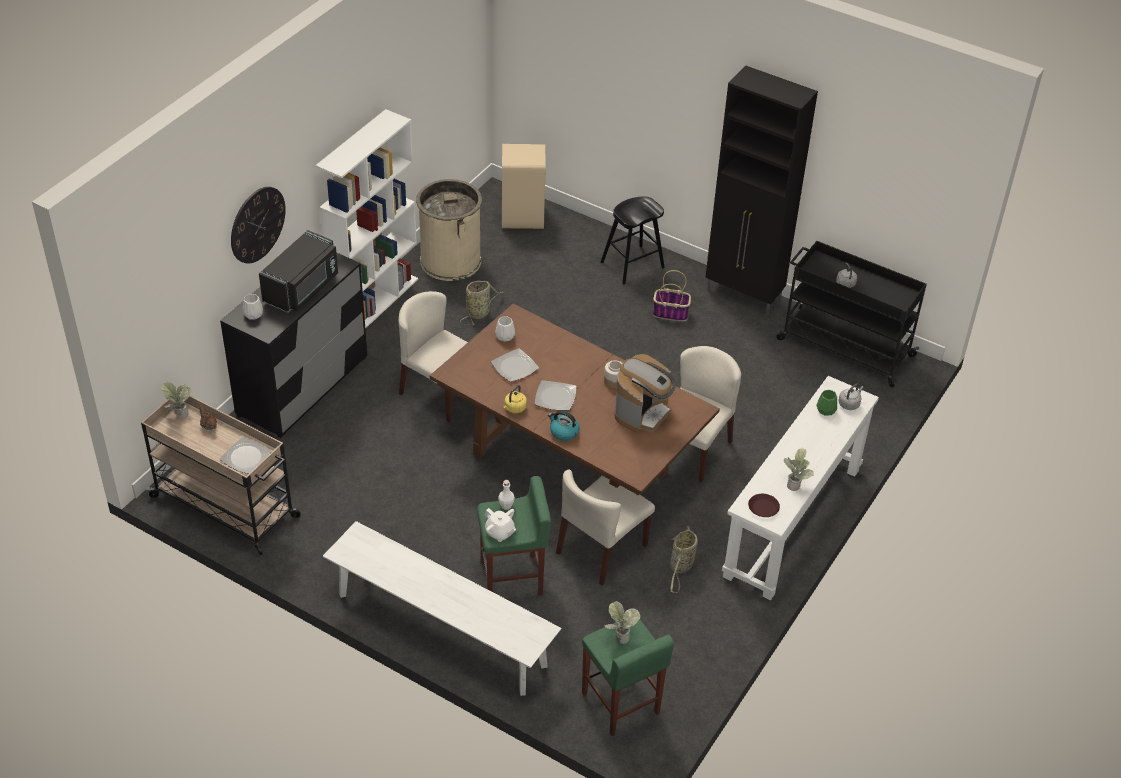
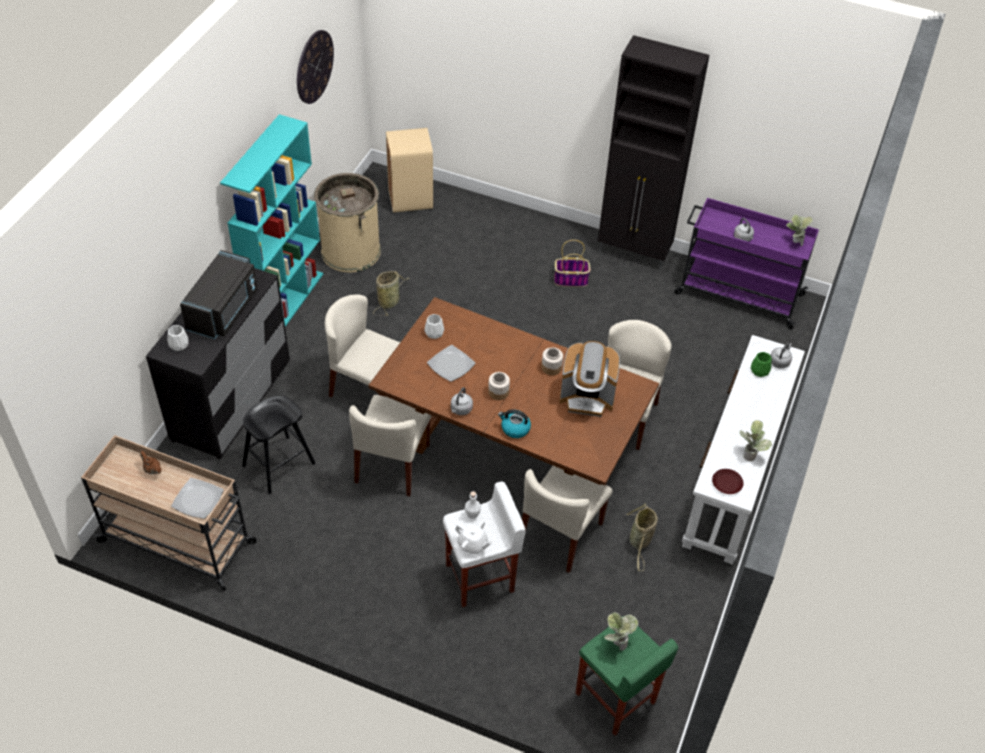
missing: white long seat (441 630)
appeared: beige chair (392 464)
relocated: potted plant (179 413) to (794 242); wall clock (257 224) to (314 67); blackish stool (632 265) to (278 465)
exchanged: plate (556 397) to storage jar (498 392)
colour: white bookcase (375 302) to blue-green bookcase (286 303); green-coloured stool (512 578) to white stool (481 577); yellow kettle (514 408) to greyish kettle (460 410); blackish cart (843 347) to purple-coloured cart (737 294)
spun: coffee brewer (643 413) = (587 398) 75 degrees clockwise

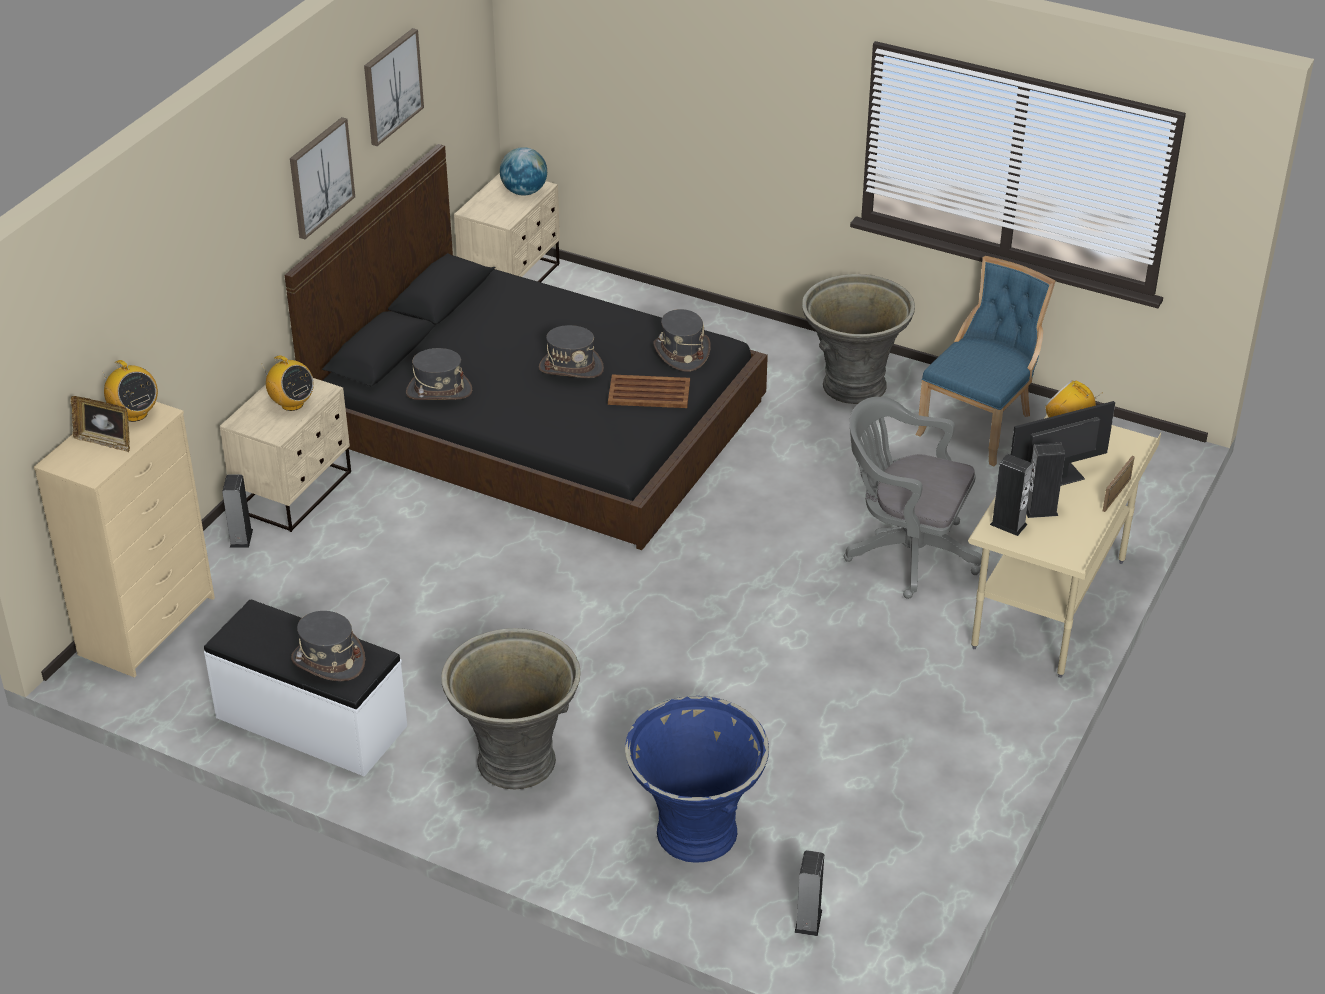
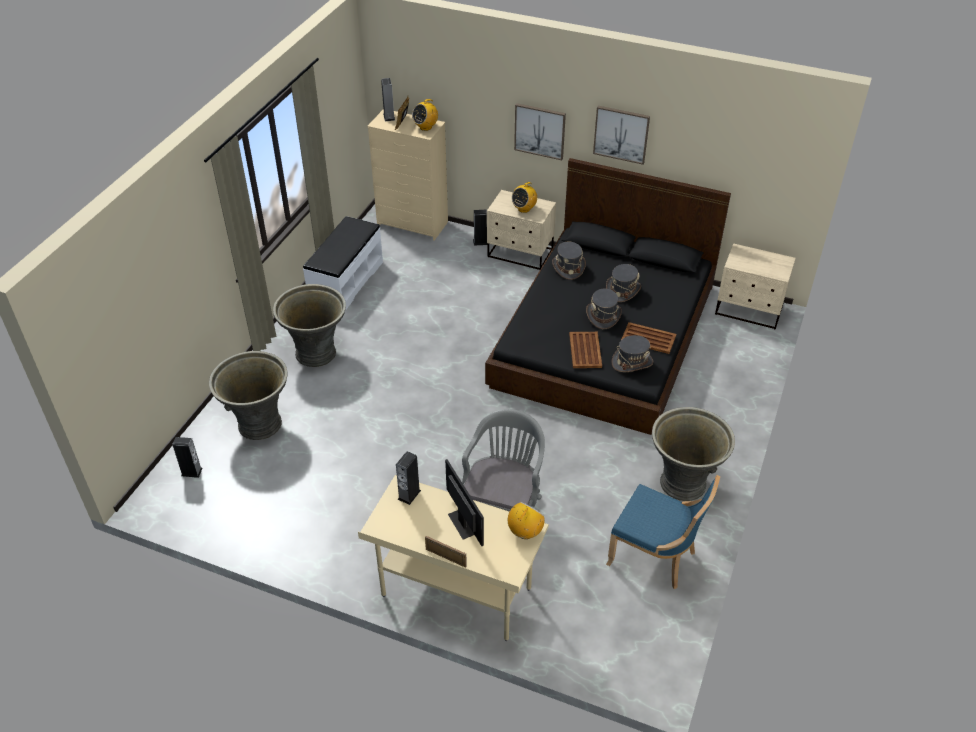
missing: desk globe (524 192)
appeared: brown tray (648 338)
relocated: greyish clothing hat (328 661) to (622 290); wall art (392 86) to (540 131); audio speaker (1040 510) to (389 117)
colour: blue-coloured flower pot (695 834) to greyish flower pot (259 424)

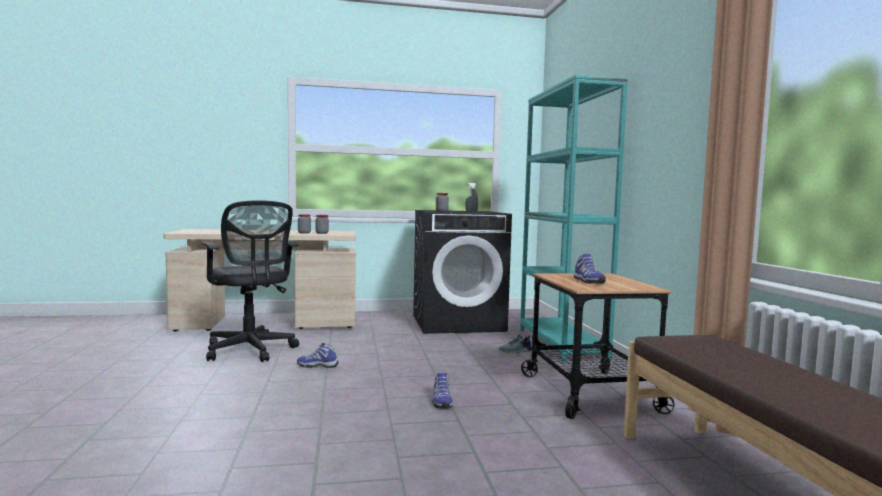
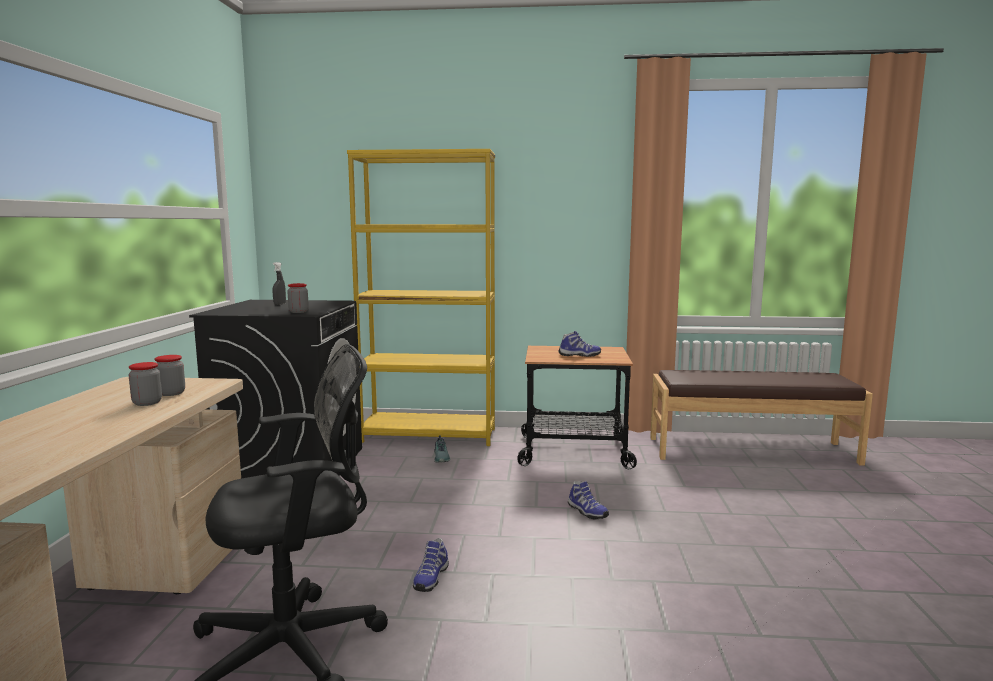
colour: blue-green bookcase (561 344) to yellow bookcase (429 435)
spun: shoe (441 402) = (586 512) 45 degrees clockwise

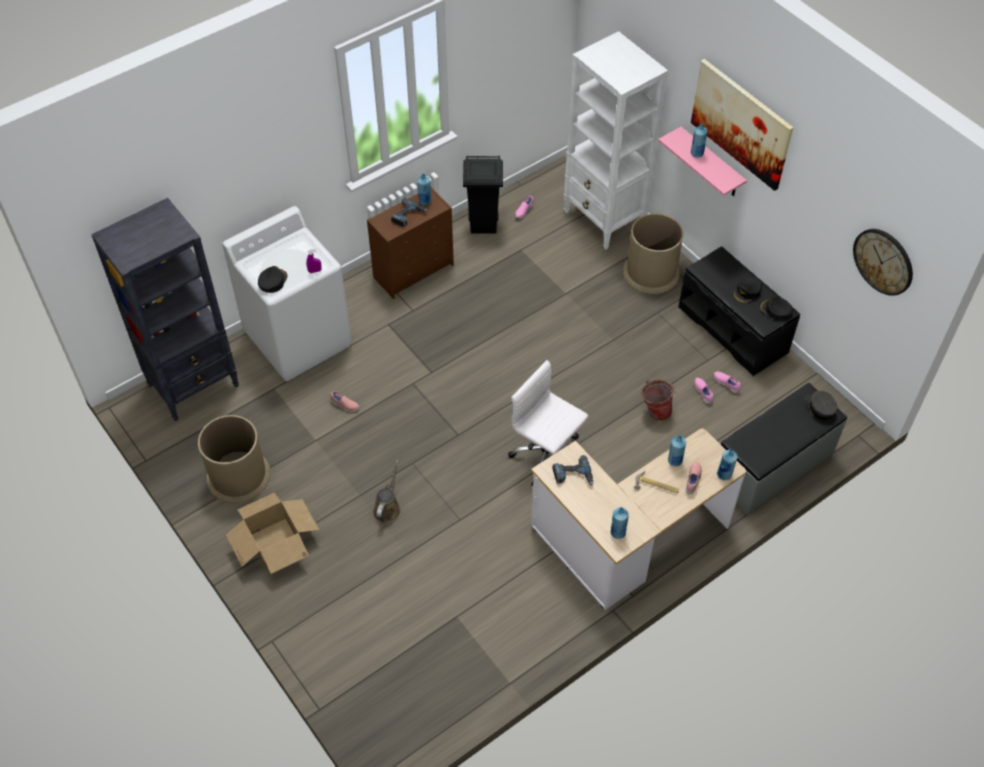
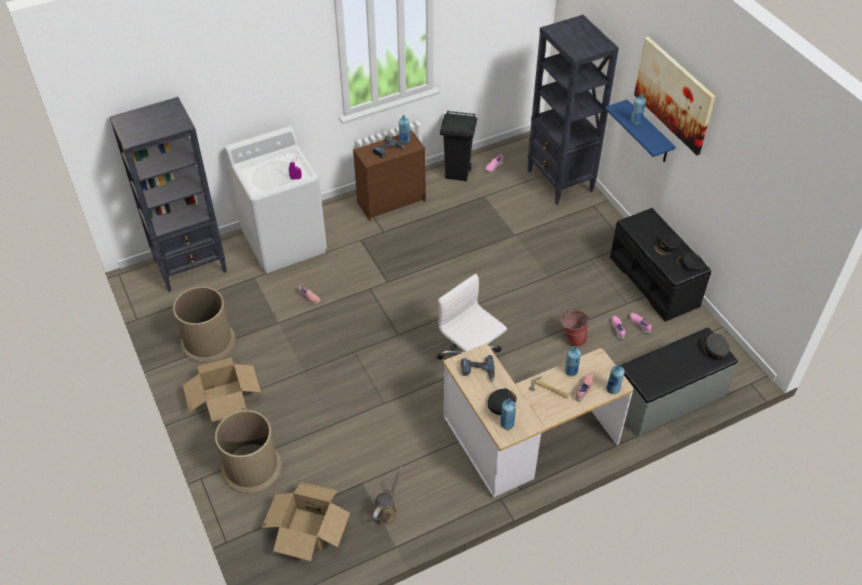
missing: wall clock (883 261)
appeared: carton (307 529)
relocated: blackish peaked cap (272 281) to (501 403); brown sprinkling can (387 508) to (385 511); brown trash can (650 272) to (251 467)
colour: white bookcase (604 220) to blackish bookcase (560 181); pink bracket shelf (711 164) to blue-coloured bracket shelf (648 133)

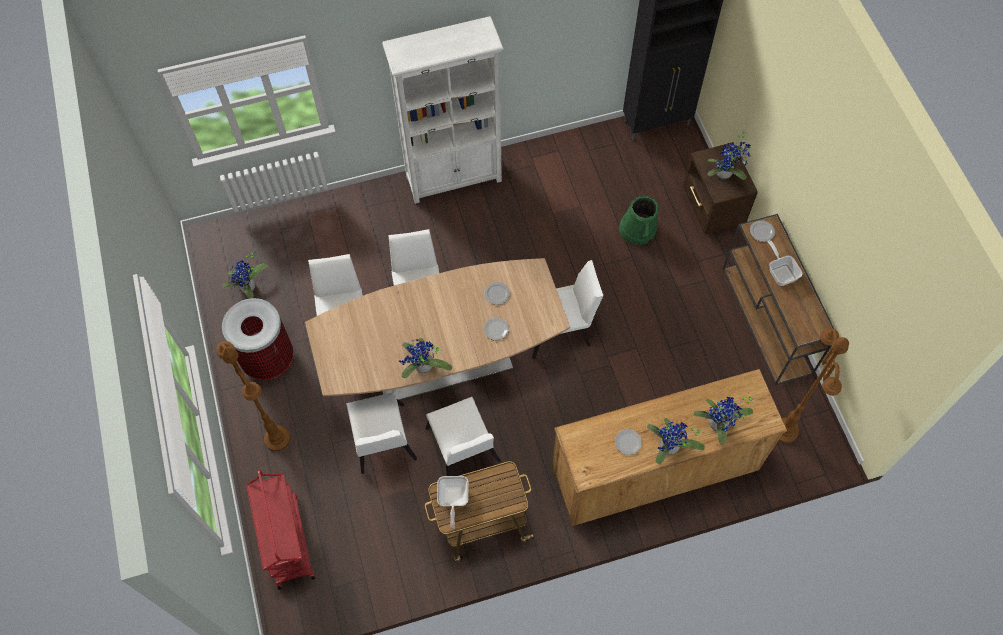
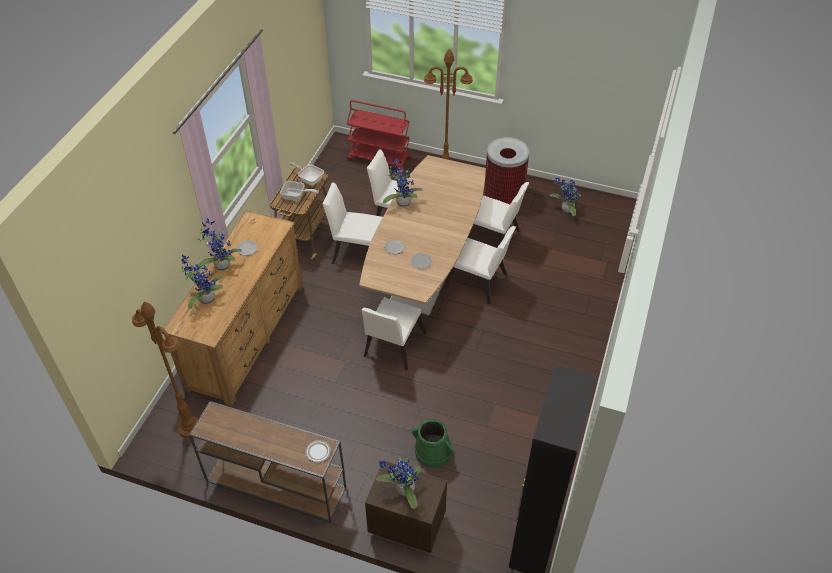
missing: white bookcase (454 178)
relocated: pan (781 271) to (296 196)

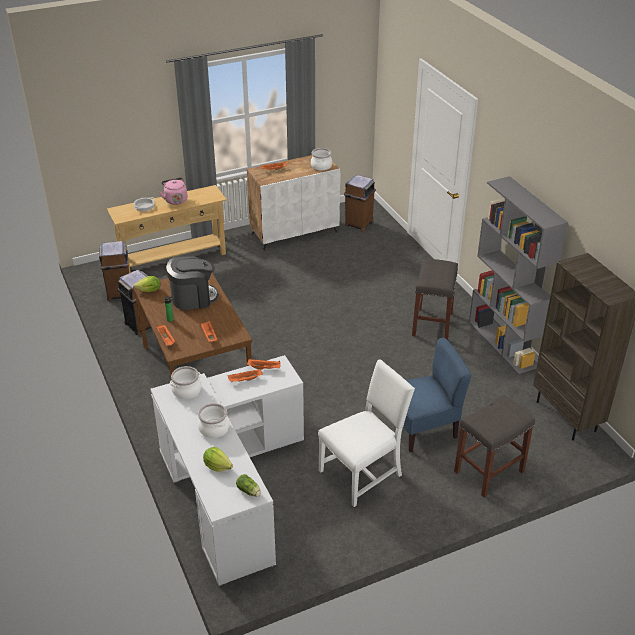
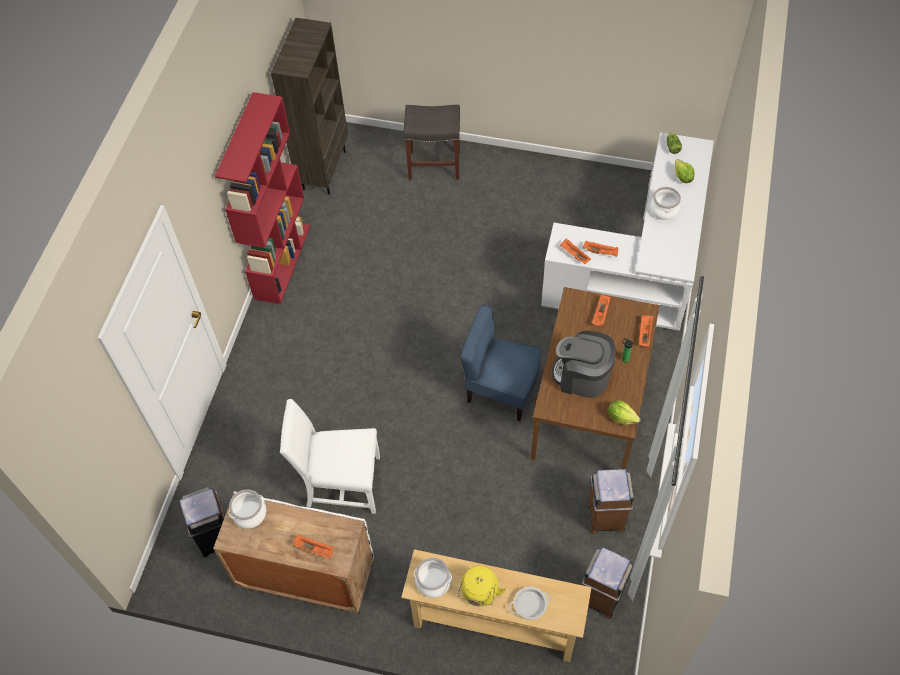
missing: greyish stool (432 324)
relocated: stockpot (186 391) to (433 581); white chair (363 473) to (340 483); blue-coloured chair (423 428) to (501 389)
colour: pink kettle (175 200) to yellow kettle (479 593); greyish bookcase (503 344) to red-coloured bookcase (282 261)

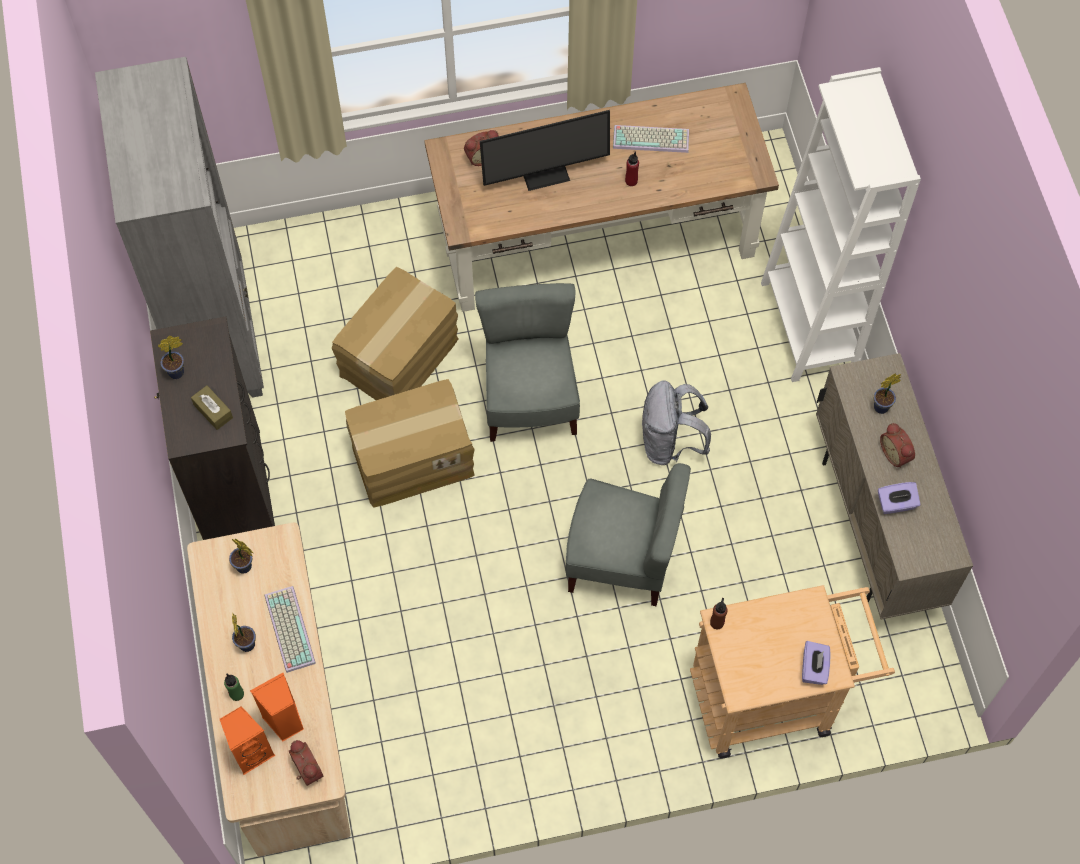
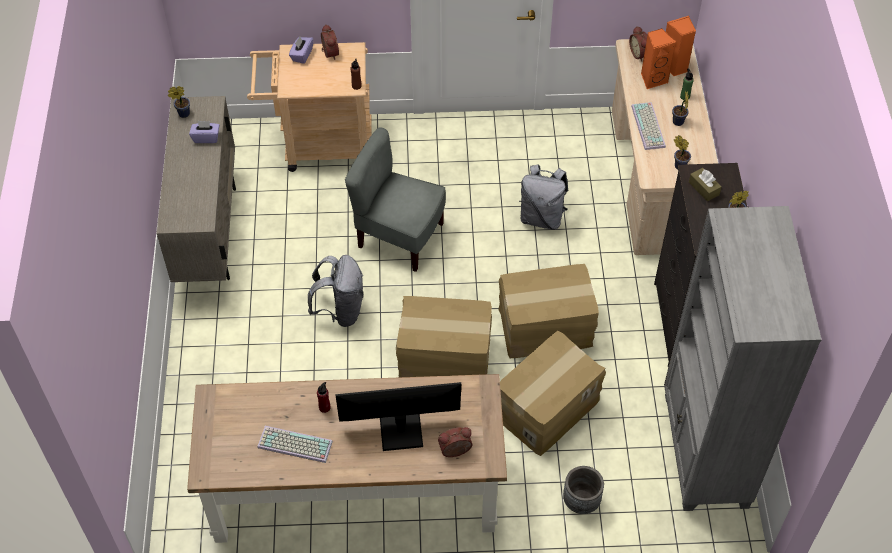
missing: white bookcase (808 325)
appeared: greyish backpack (542 217); greyish flower pot (581 501)
relocated: potted plant (883 406) to (182 114); bedside clock (896 453) to (329 53)
exchanged: greyish chair (529 400) to carton (444 358)

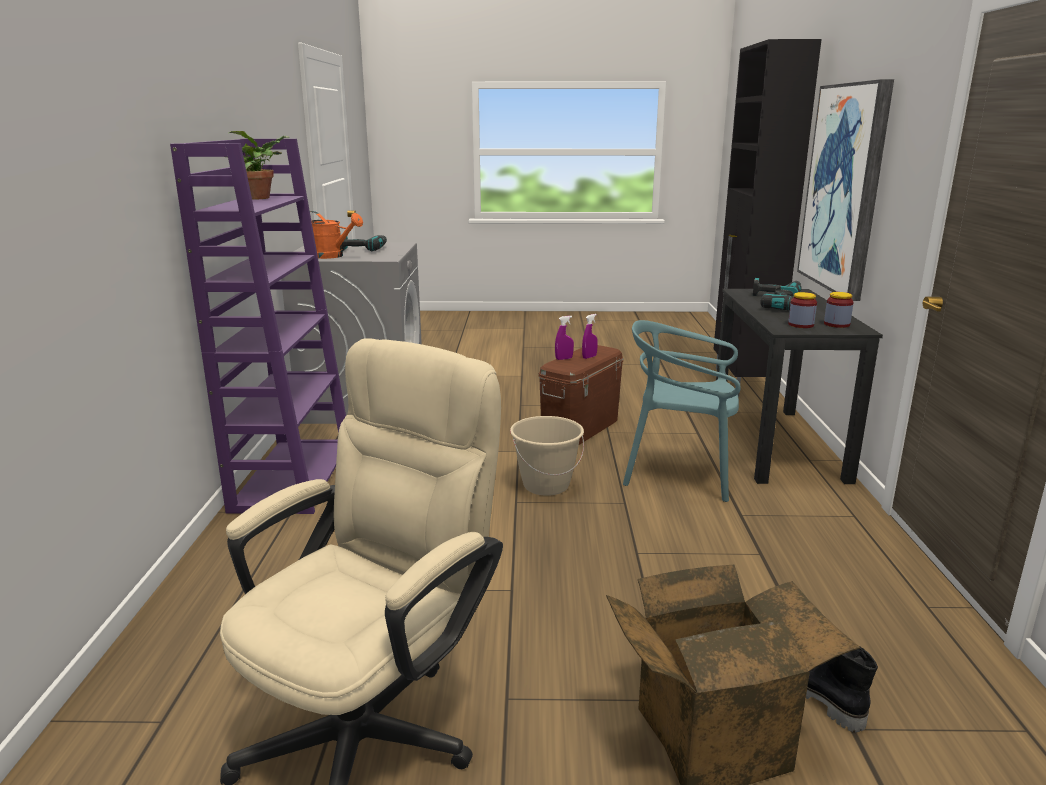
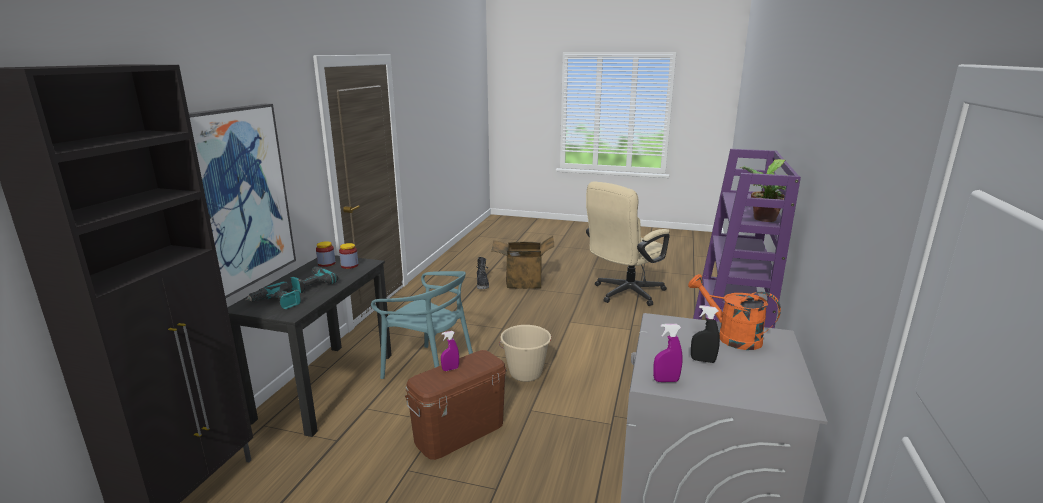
relocated: purple-coloured hand sprayer (564 359) to (666 380)
exchanged: electric drill (363 249) to blackish hand sprayer (703 360)

